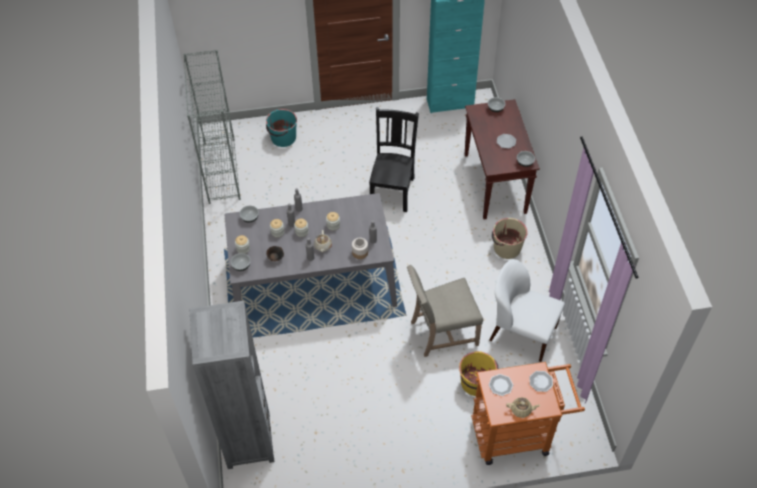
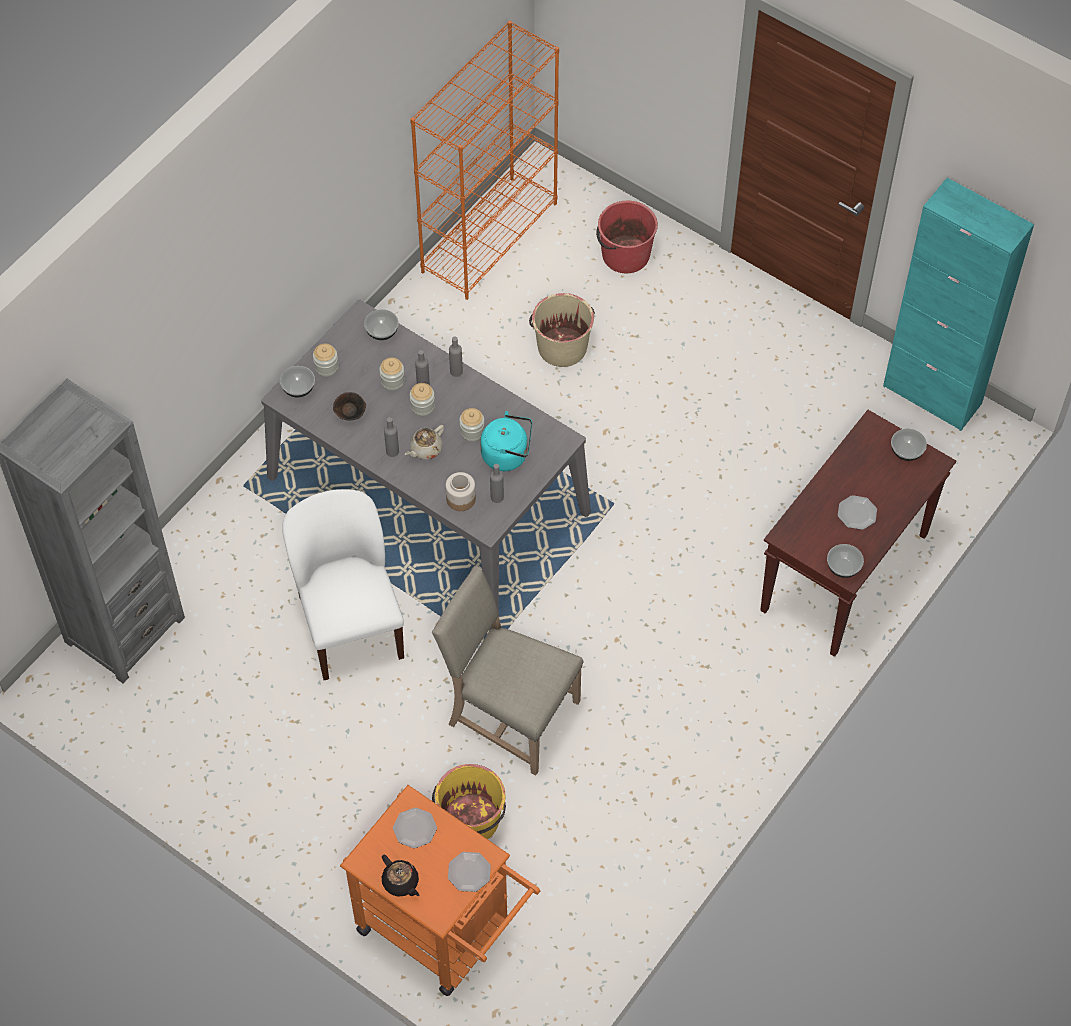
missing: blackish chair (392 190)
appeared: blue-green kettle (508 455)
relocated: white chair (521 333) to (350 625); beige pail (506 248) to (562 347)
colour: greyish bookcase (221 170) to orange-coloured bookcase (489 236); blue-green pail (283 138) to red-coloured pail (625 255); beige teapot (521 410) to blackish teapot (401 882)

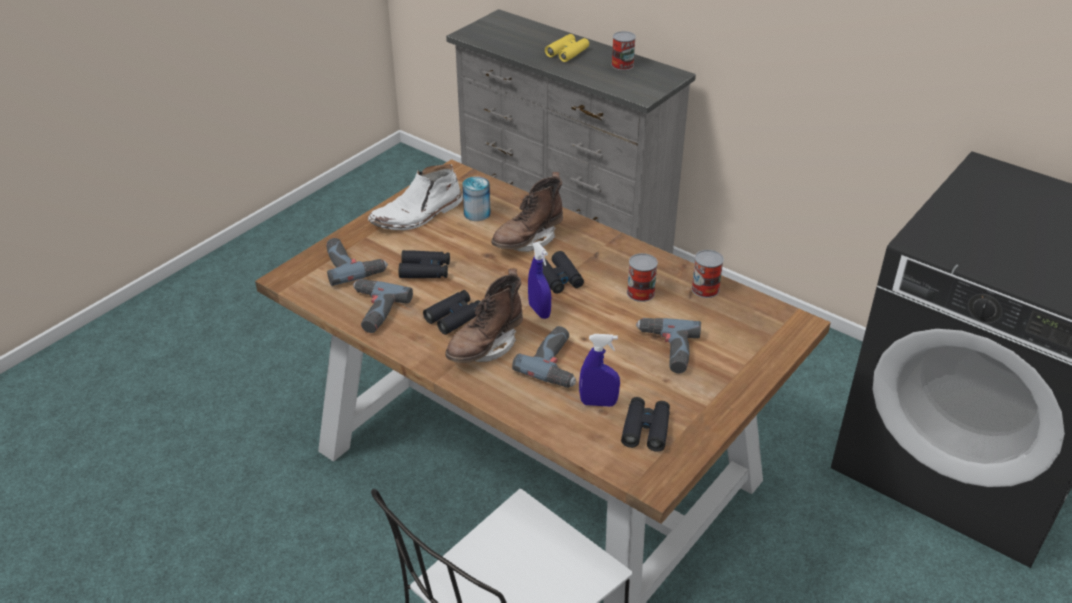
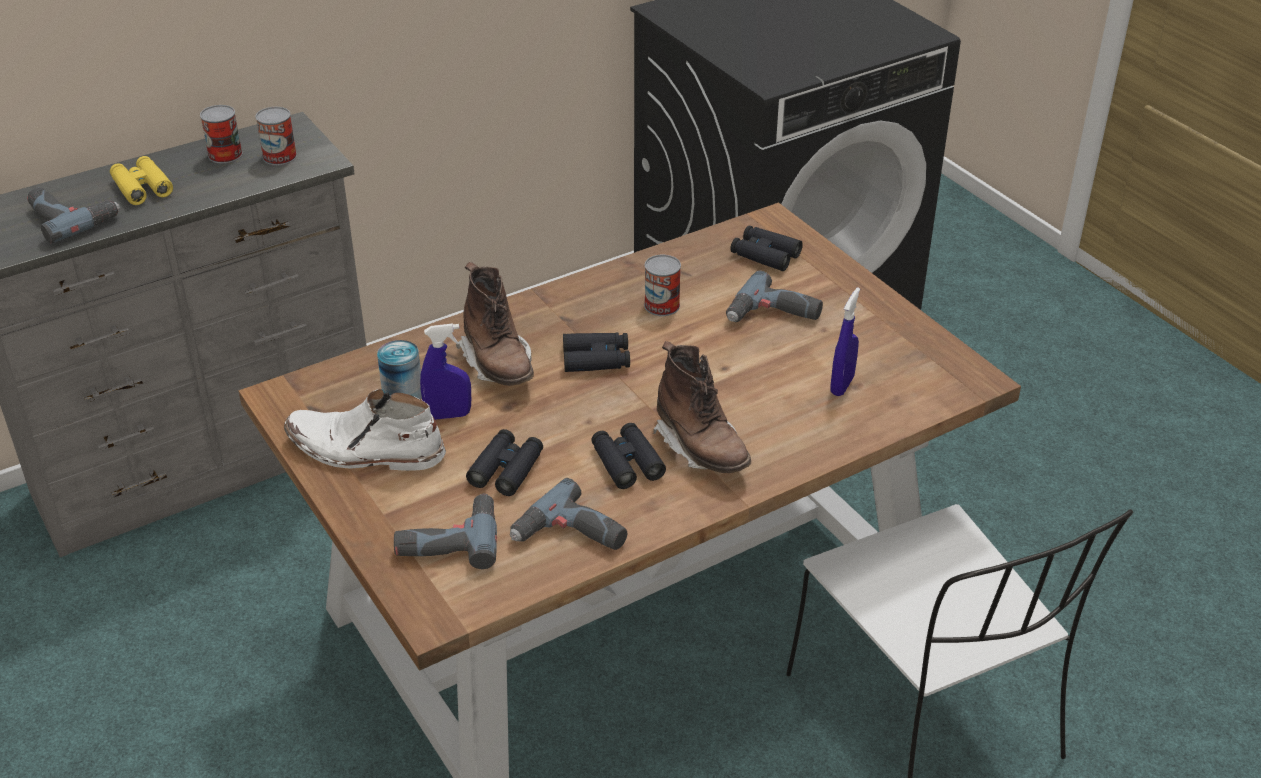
relocated: electric drill (557 363) to (71 217); blue-coloured hand sprayer (539 311) to (448 415); blackish binoculars (646 429) to (765 255); metal can (705 289) to (279 156)
spun: white high-top boot (417 215) = (364 451) 120 degrees clockwise

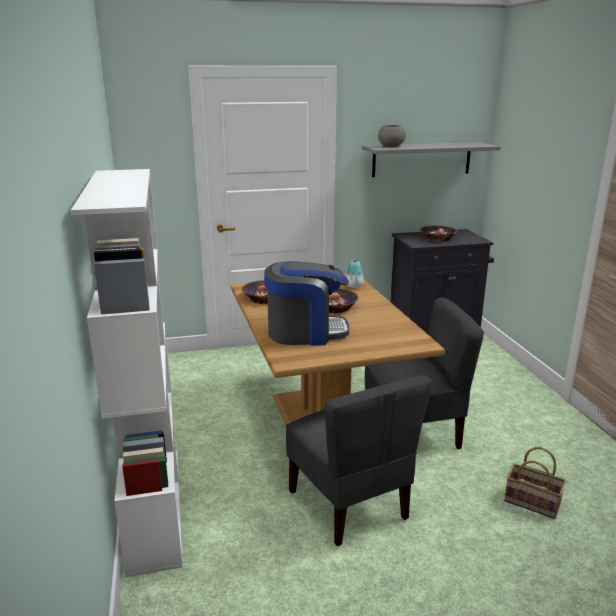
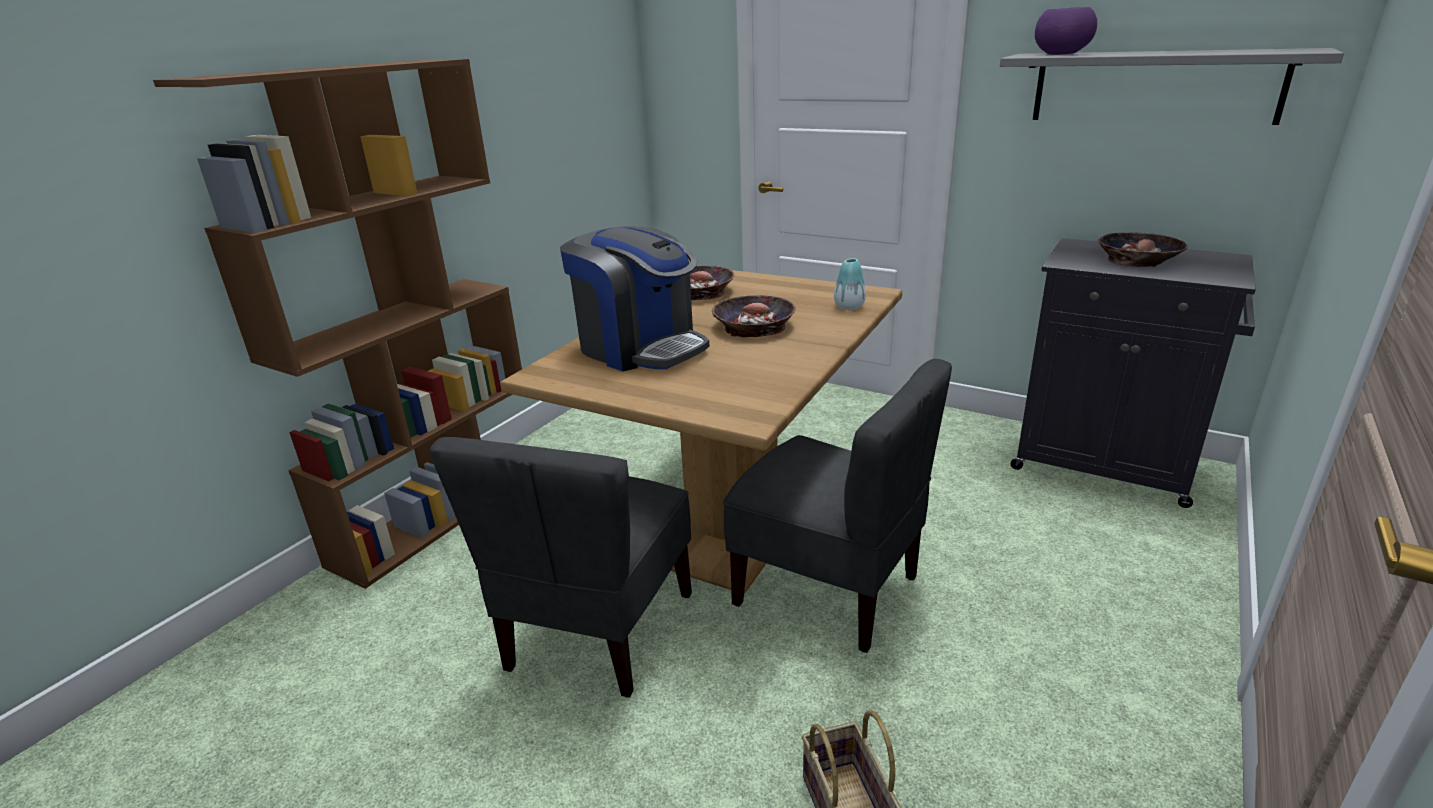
colour: white bookcase (154 506) to brown bookcase (440 513); greyish deep dish (391 146) to purple-coloured deep dish (1061 54)

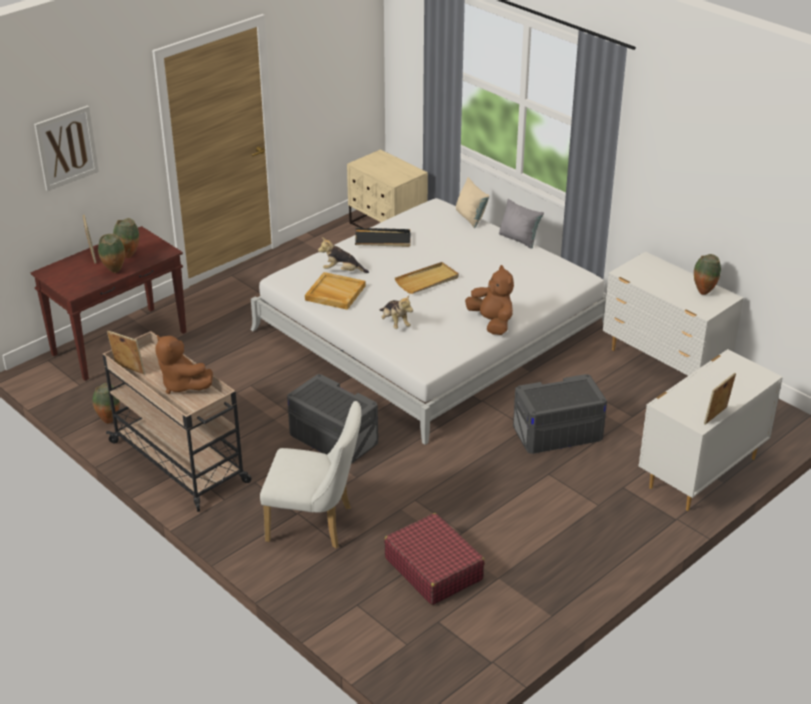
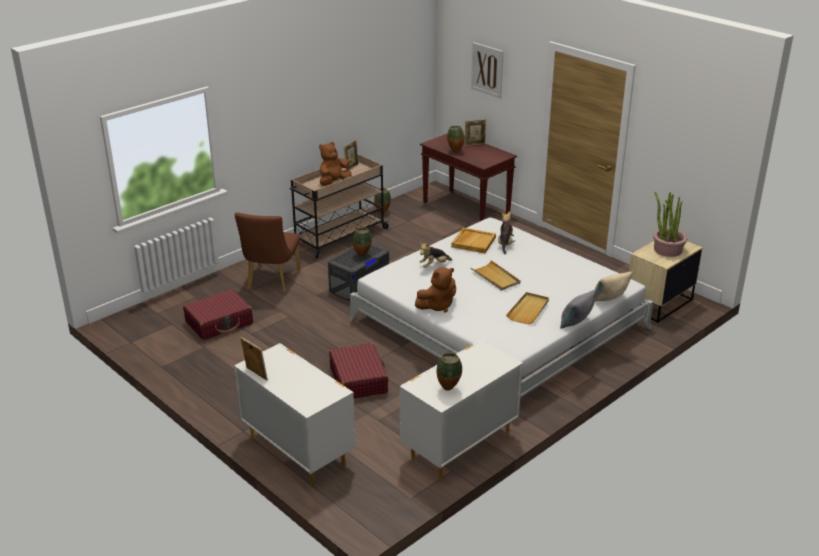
missing: blackish tray (383 240)
appeared: beige tray (528 310); potted plant (667 250)
relocated: decorative vase (128 255) to (362 255)
exchanged: greyish storage bin (557 432) to red-coloured suitcase (358 379)
colour: white chair (316 524) to brown chair (271 282)

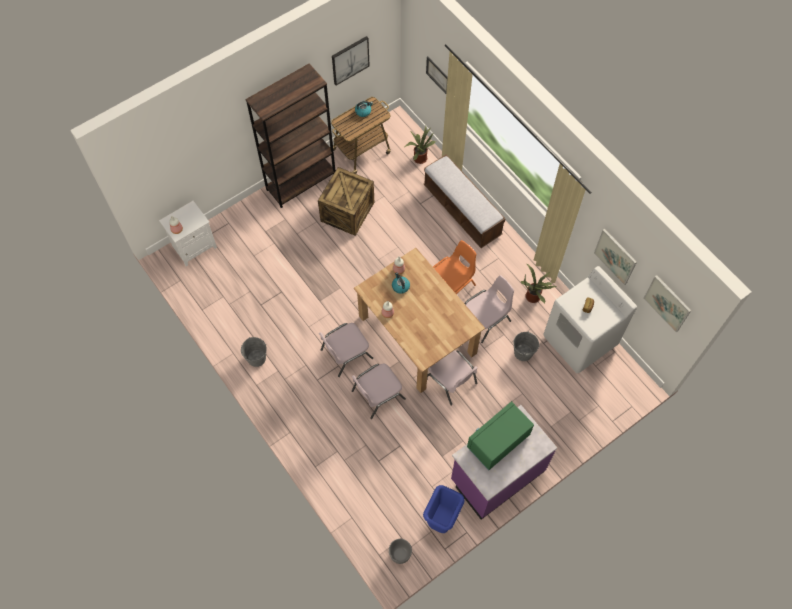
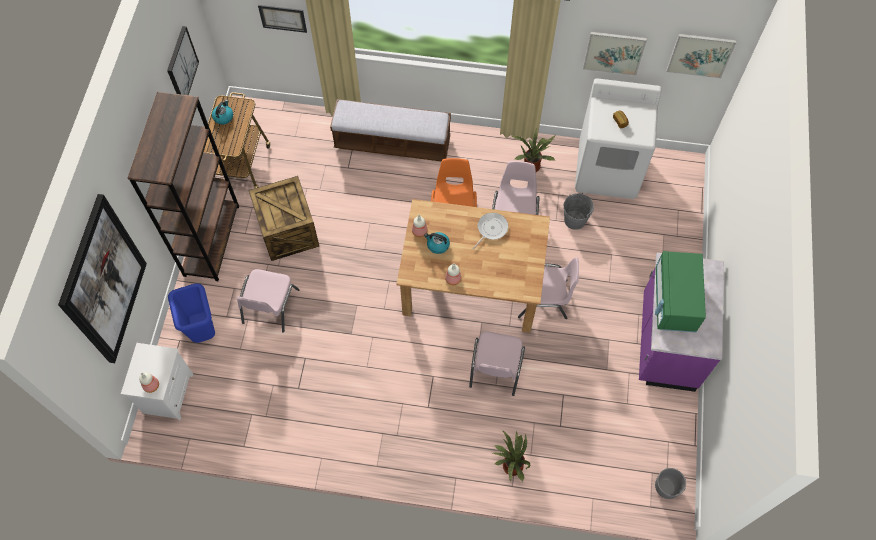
missing: greyish pail (256 358)
appeared: wall art (103 281); pan (491 229)
relocated: pink chair (345 354) to (269 307); potted plant (419 157) to (510 465); blue-coloured trash can (441 521) to (204 332)

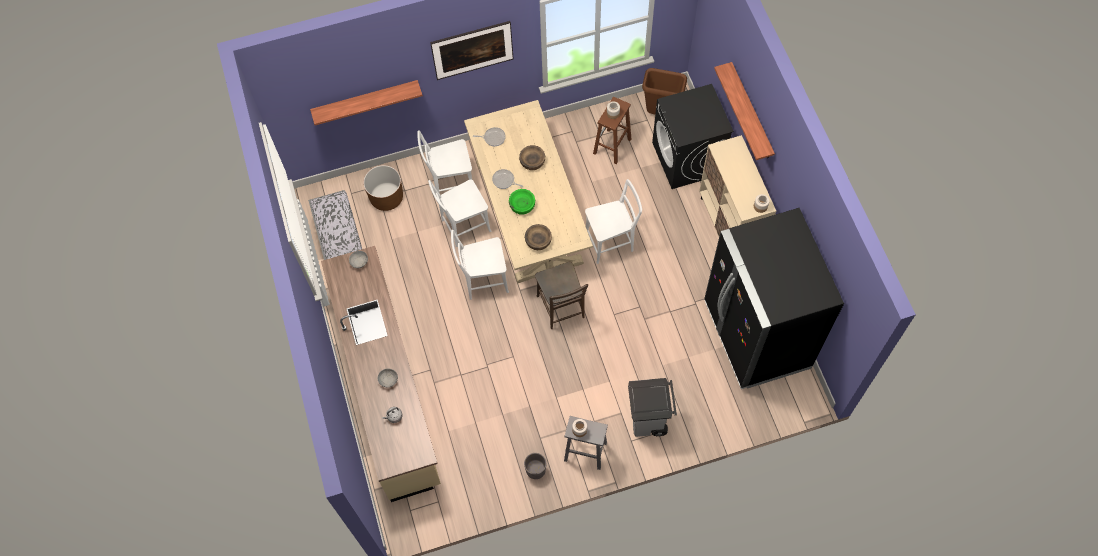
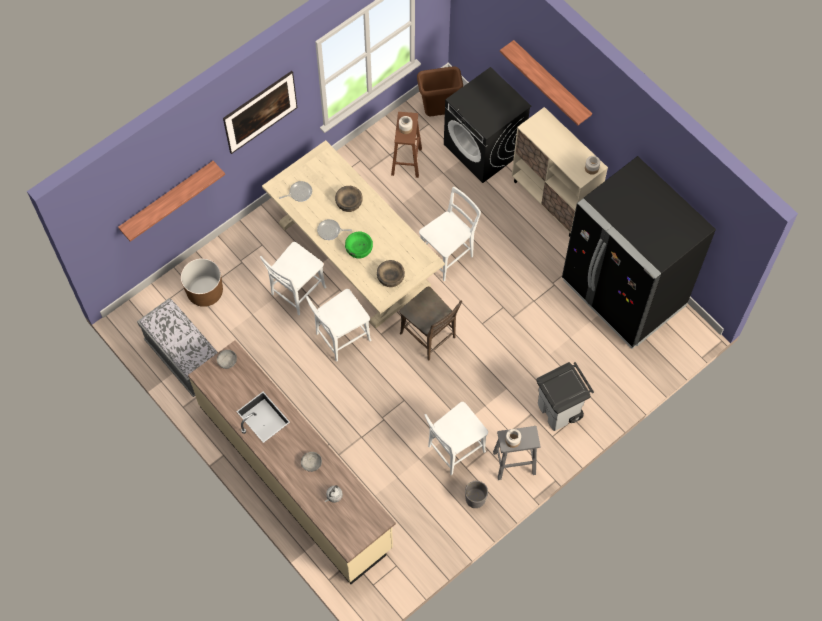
relocated: white chair (450 184) to (453 450)

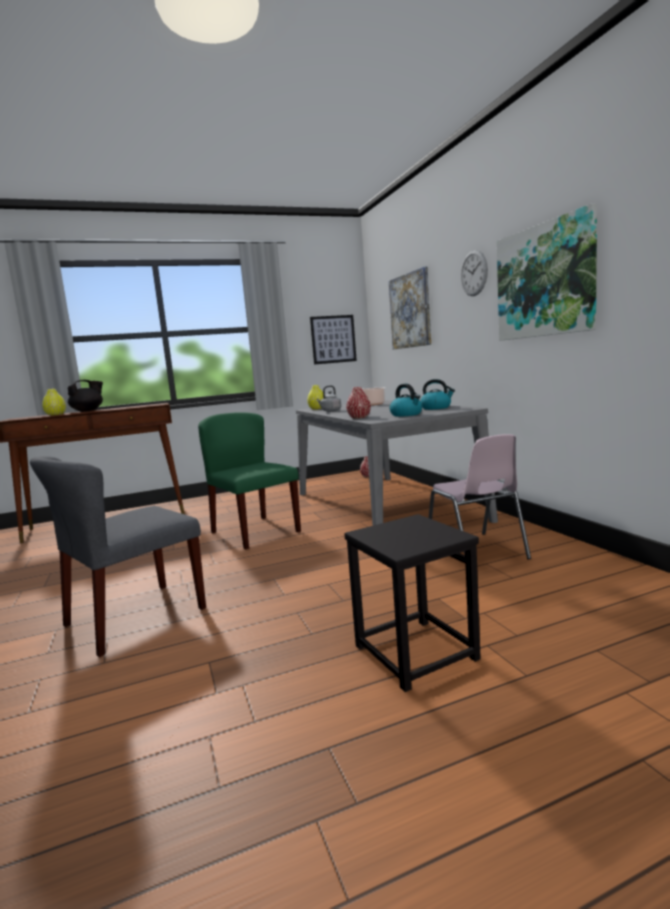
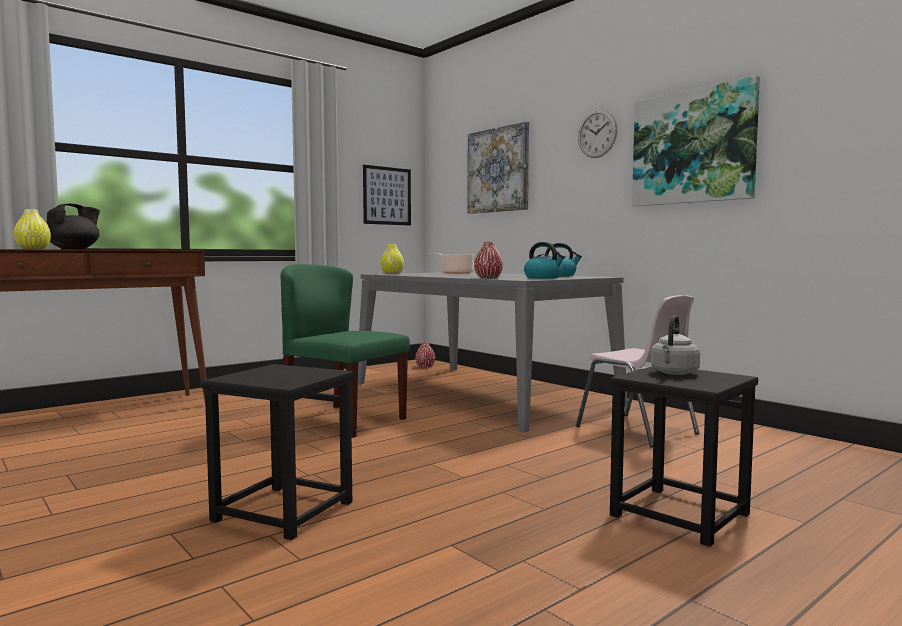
relocated: greyish kettle (330 411) to (674 373)
exchanged: greyish chair (134 617) to blackish stool (282 511)

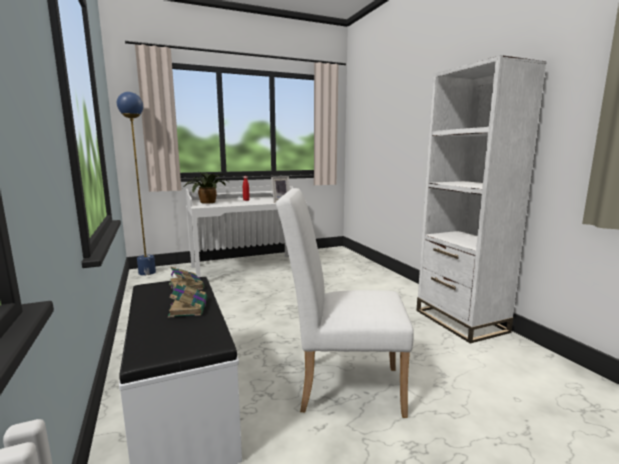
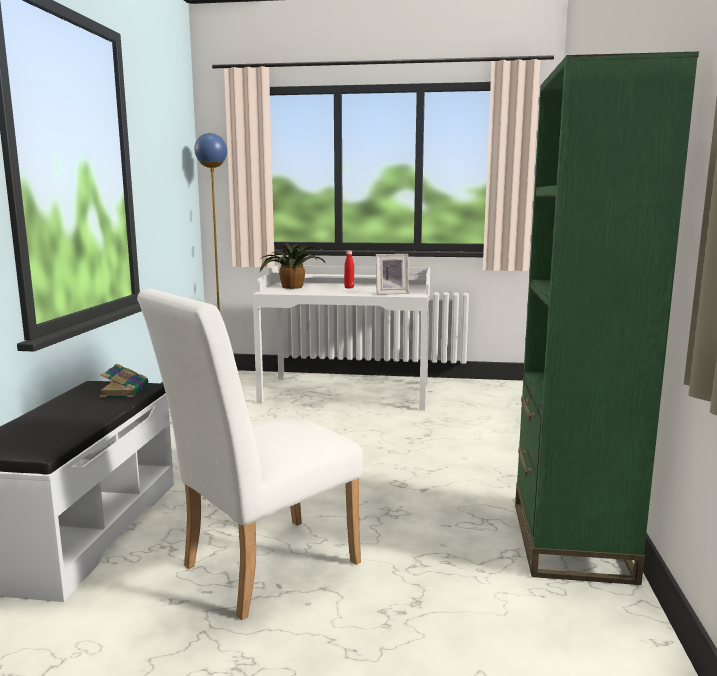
missing: book (189 307)
colour: white bookcase (460 321) to green-coloured bookcase (570 541)
spun: white chair (341 386) = (259 568) 75 degrees counterclockwise

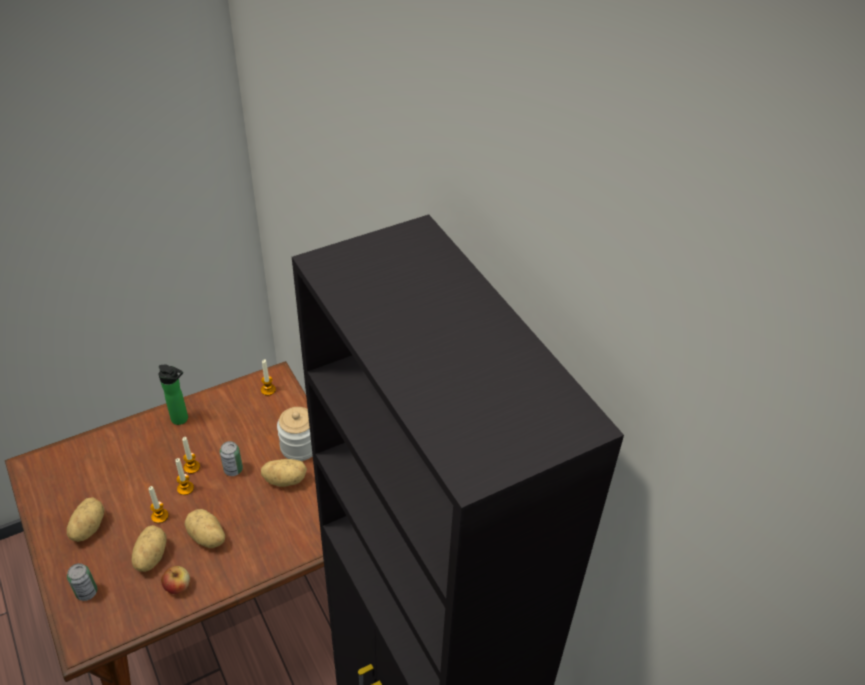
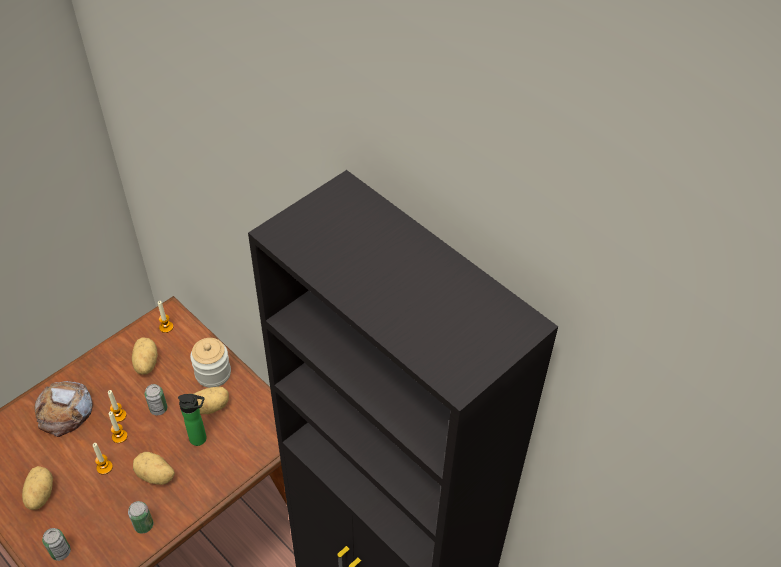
appeared: bread (64 411)
relocated: potato (150 556) to (145 363); beverage bottle (182 419) to (200 439)
exchanged: whole apple (178 586) to metal can (144 525)

